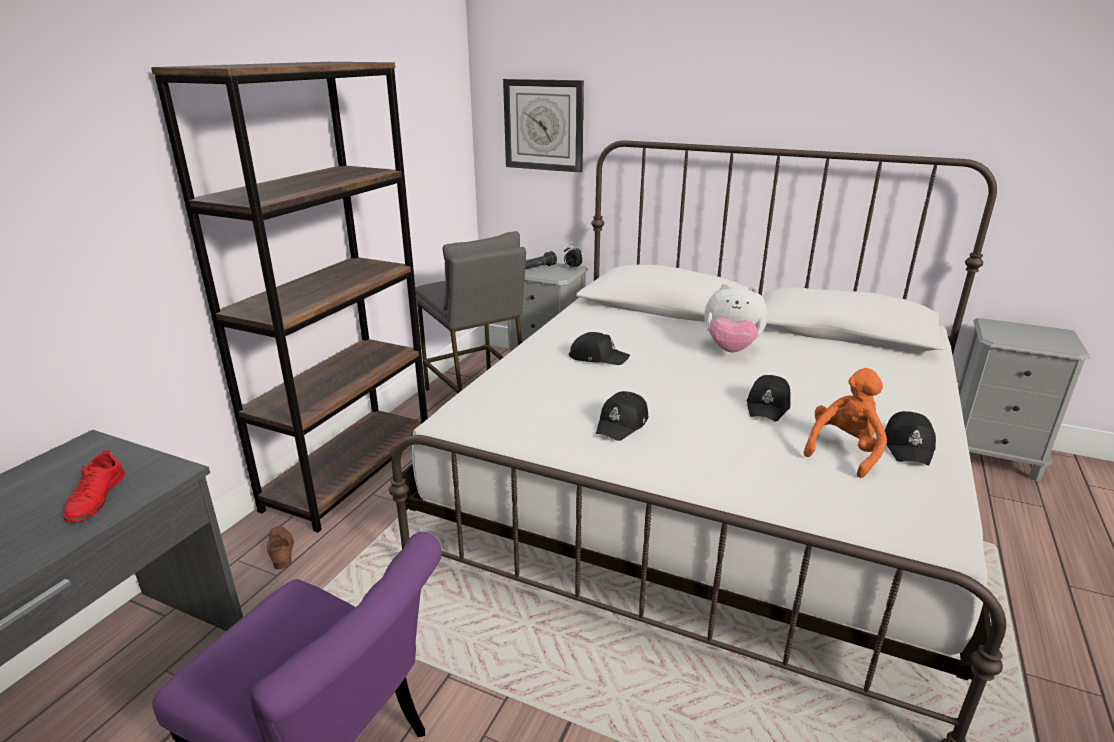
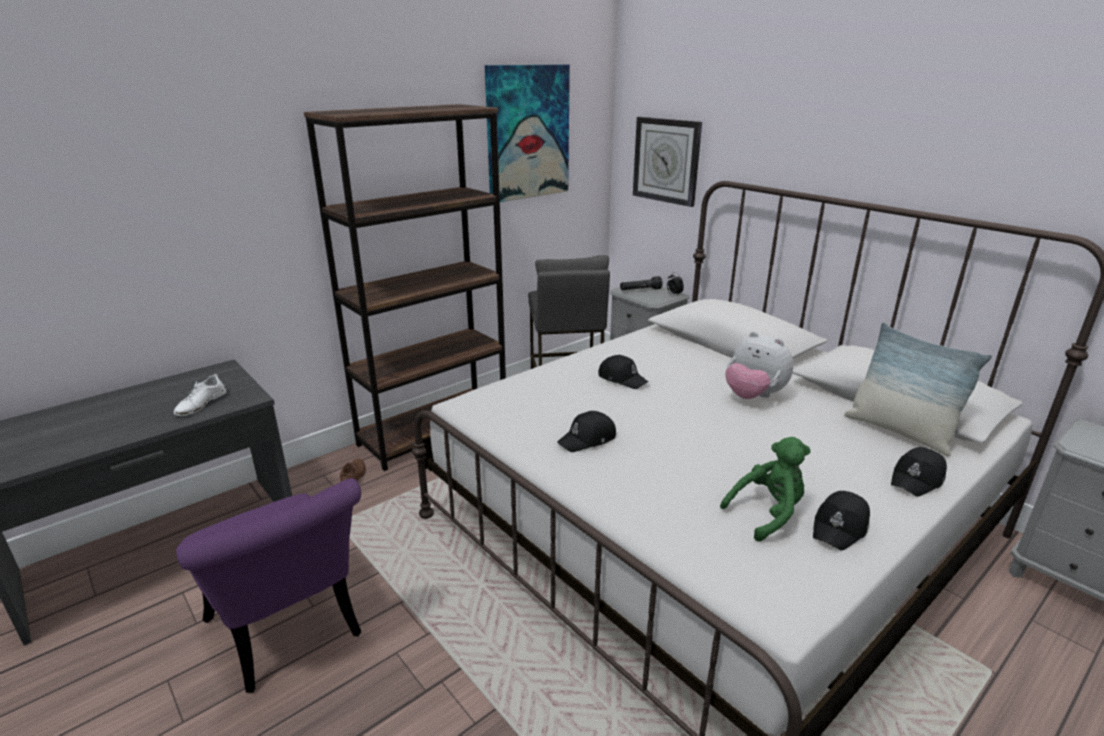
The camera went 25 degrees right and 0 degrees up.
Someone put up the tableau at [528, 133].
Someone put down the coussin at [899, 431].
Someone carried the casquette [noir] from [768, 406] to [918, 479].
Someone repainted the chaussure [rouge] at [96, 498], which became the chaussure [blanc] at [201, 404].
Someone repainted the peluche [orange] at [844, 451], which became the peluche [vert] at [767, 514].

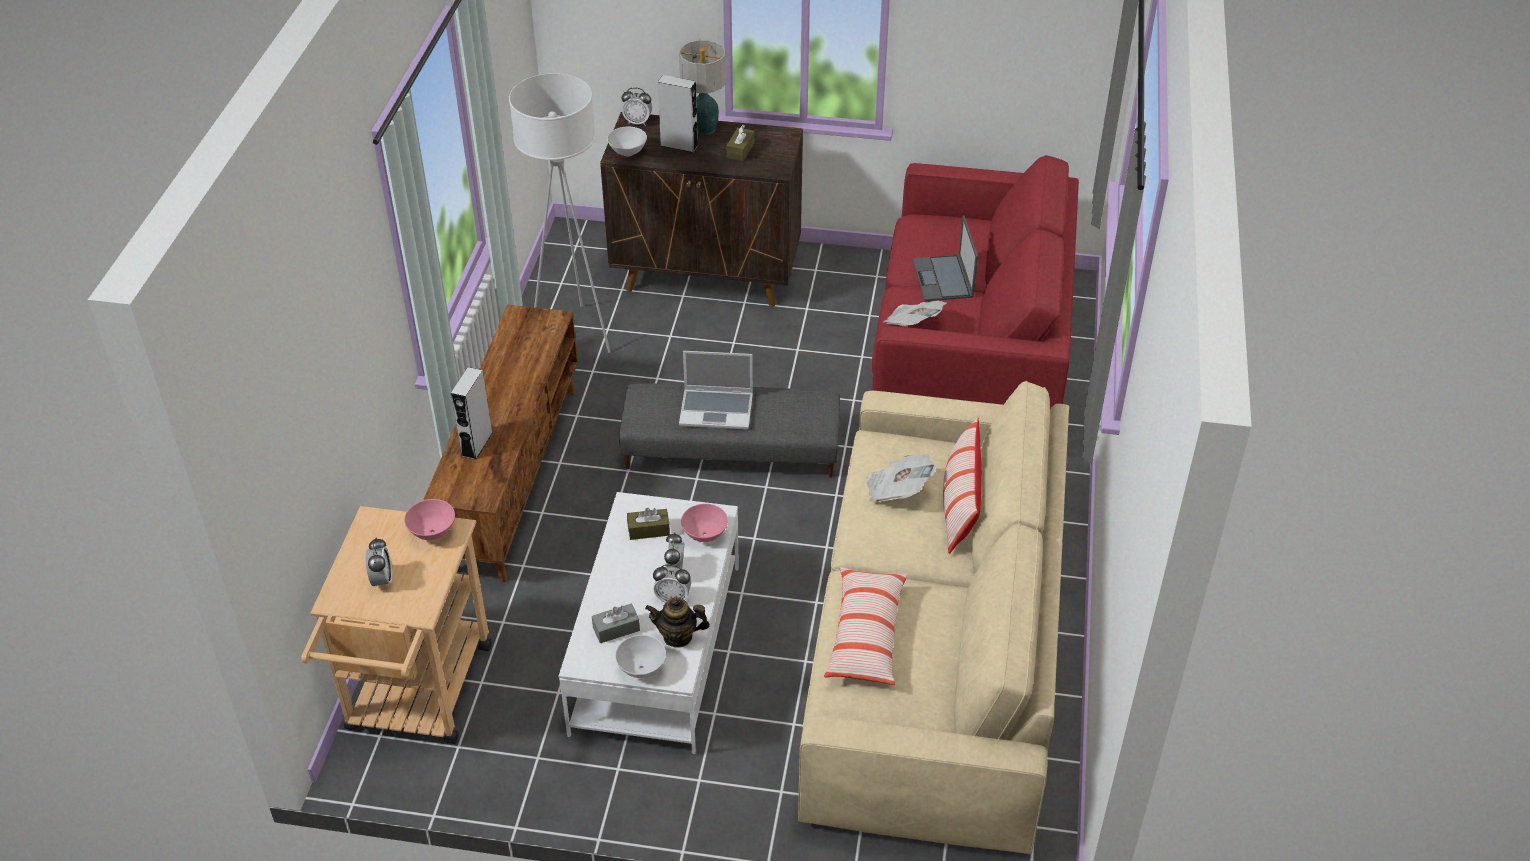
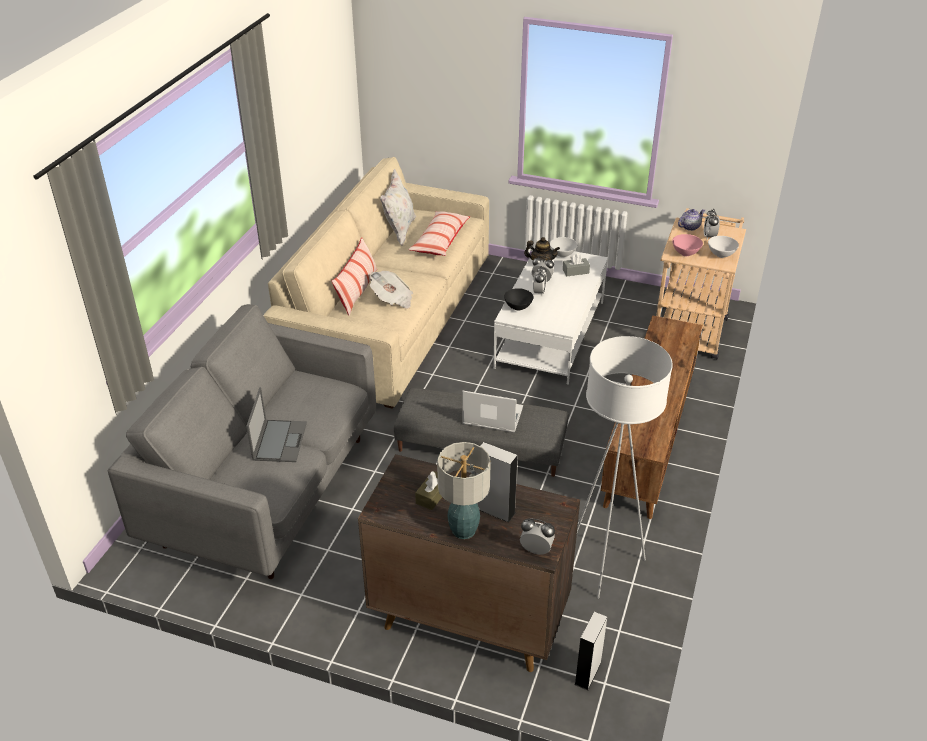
The camera went 170 degrees left and 5 degrees down.
Someone took away the boîte à mouchoirs [marron] at [648, 530].
Someone took away the journal at [913, 325].
Someone put down the coussin [blanc] at [399, 231].
Someone put down the théière at [690, 227].
Someone carried the enceinte [gris] from [476, 444] to [588, 673].
Someone carried the bol [blanc] from [628, 153] to [720, 255].
Someone repainted the bol [rose] at [705, 535], which became the bol [noir] at [517, 308].
Someone repainted the canapé [rouge] at [969, 363], which became the canapé [gris] at [266, 490].

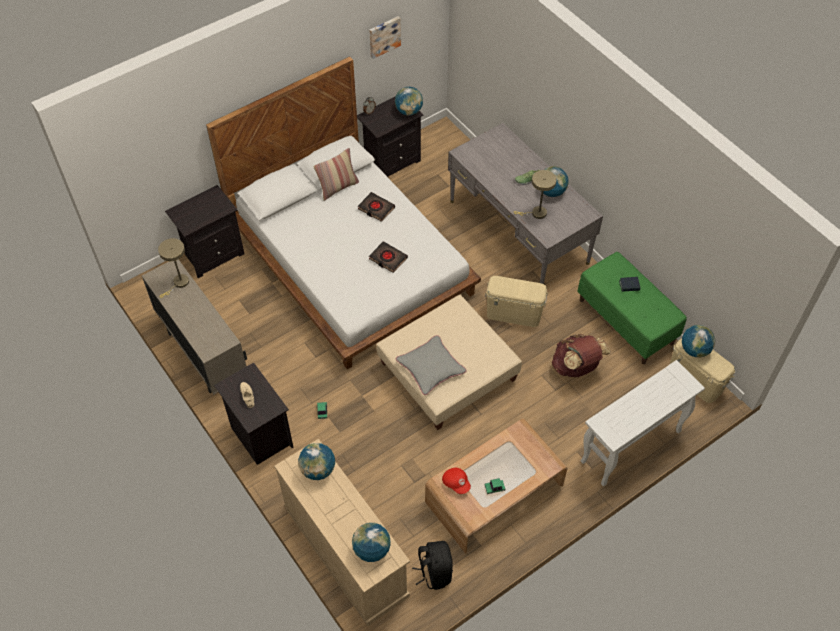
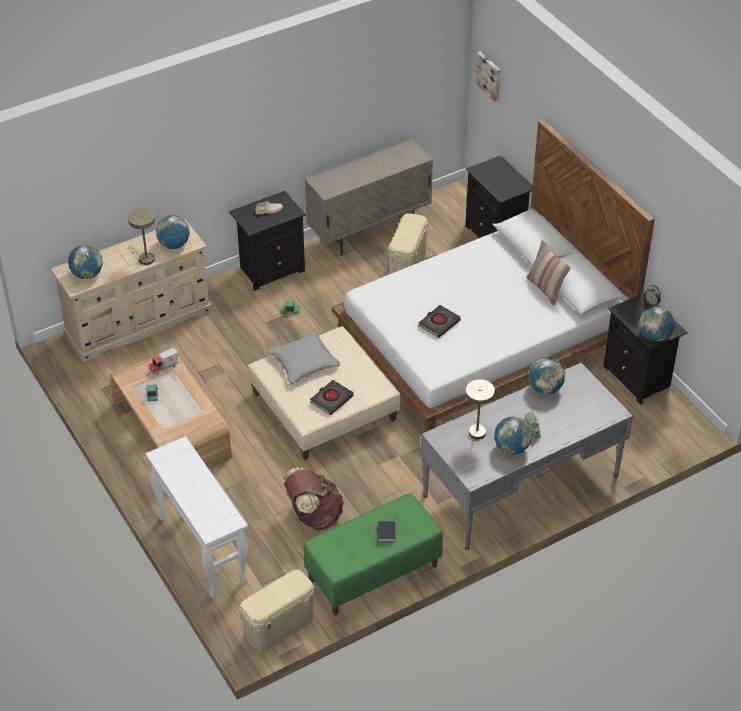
The camera went 95 degrees right and 10 degrees down.
Someone took away the sac à dos [noir] at [434, 572].
Someone carried the lampe de table [beige] from [179, 283] to [144, 258].
Someone carried the livre [noir] from [376, 208] to [331, 399].
Someone carried the tableau from [384, 36] to [489, 75].
Someone carried the boîte de rangement [beige] from [514, 313] to [407, 266].
Someone carried the globe from [694, 350] to [545, 388].
Someone swapped the casquette [rouge] at [456, 483] for the camion jouet at [164, 368].

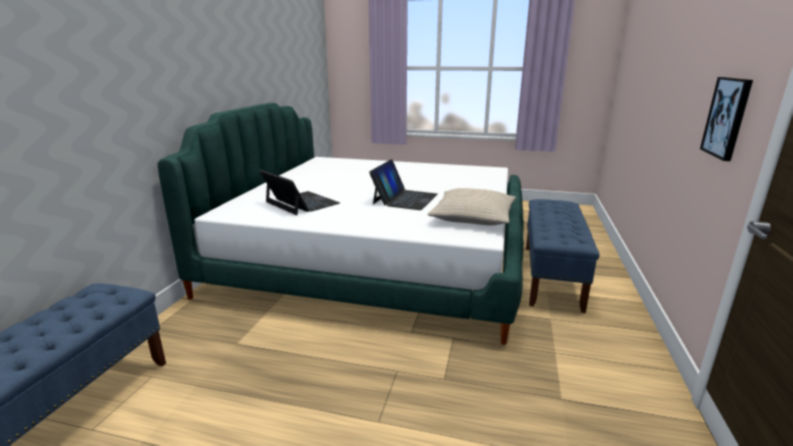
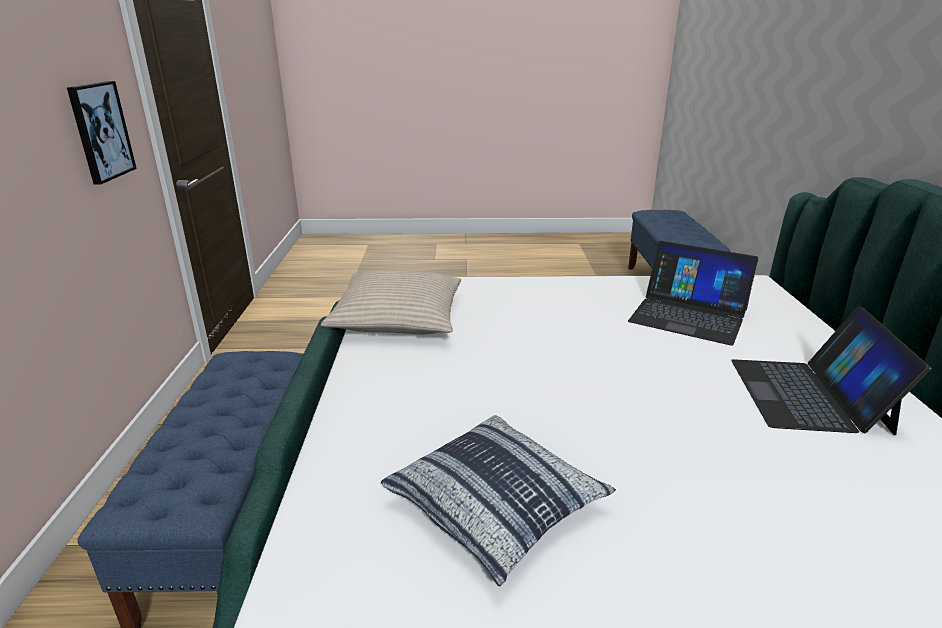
The camera went 165 degrees right and 5 degrees up.
Someone put down the coussin at [496, 505].
Someone carried the ordinateur portable from [404, 199] to [808, 395].

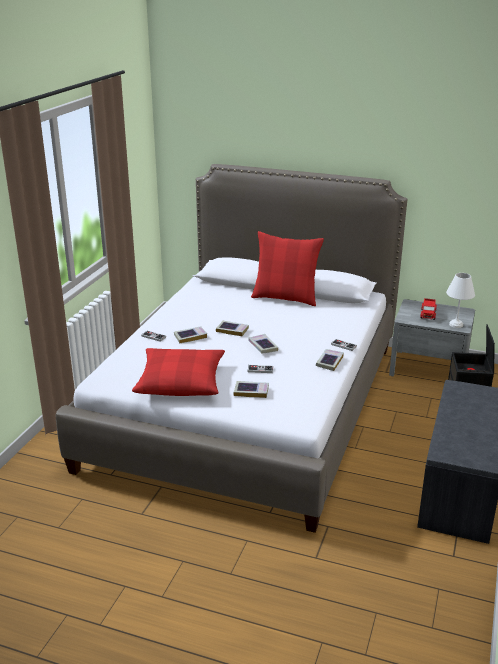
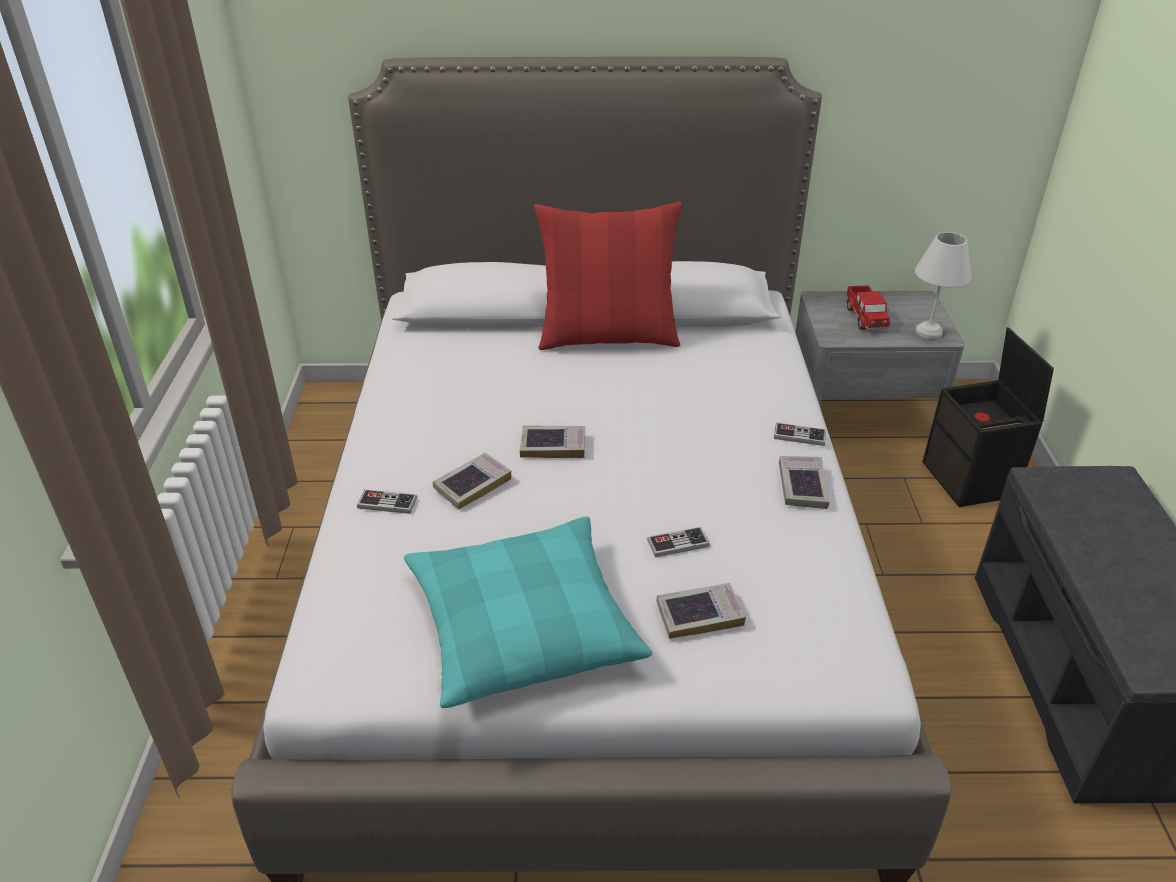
The camera went 20 degrees left and 10 degrees up.
Someone took away the livre at [263, 346].
Someone repainted the coussin [rouge] at [181, 381], which became the coussin [turquoise] at [523, 625].

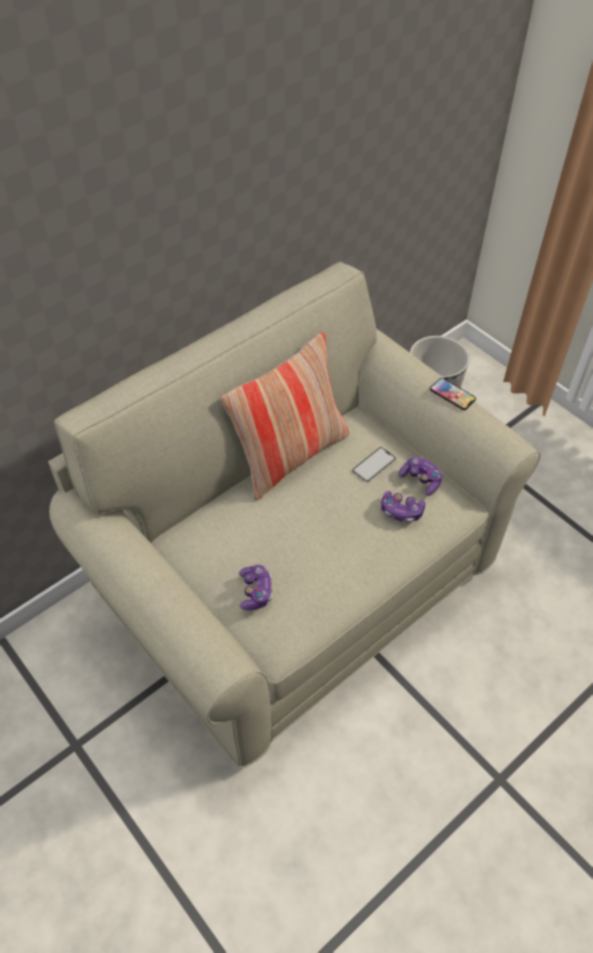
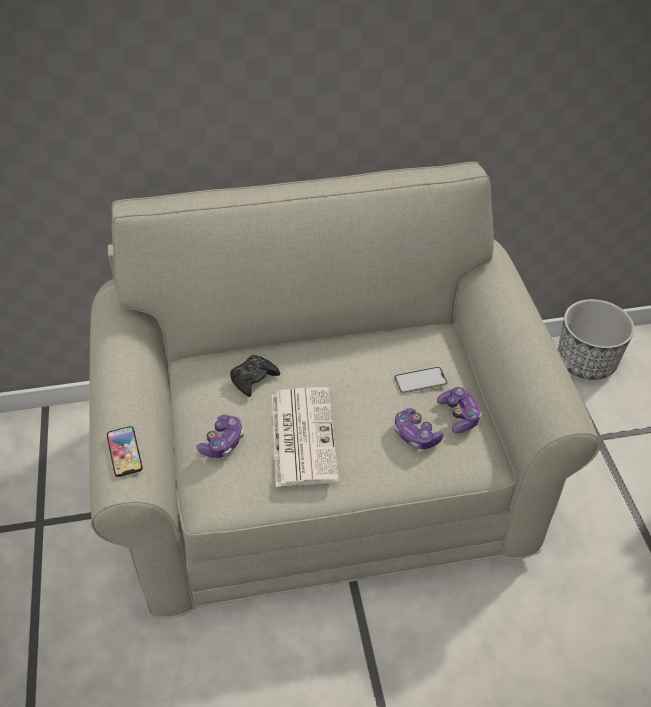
The camera went 30 degrees right and 5 degrees down.
Someone took away the coussin at [290, 456].
Someone put down the manette [noir] at [253, 378].
Someone put down the journal at [302, 435].
Someone carried the téléphone from [452, 394] to [124, 452].

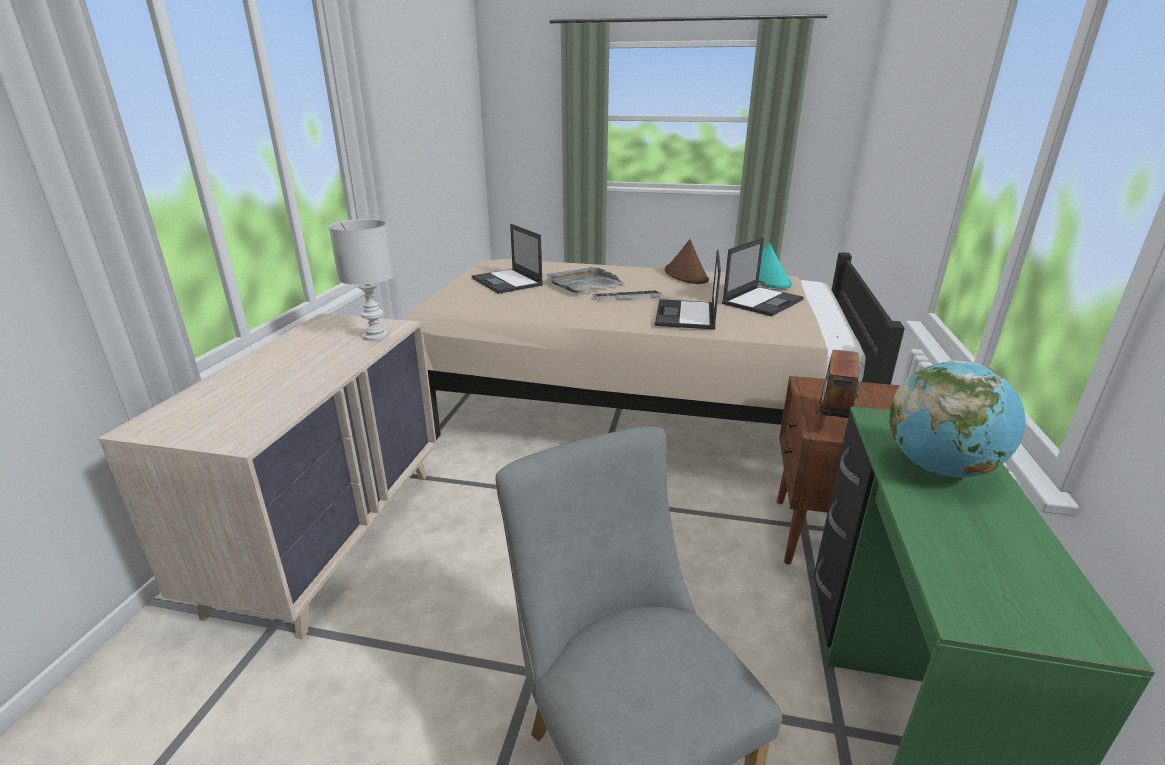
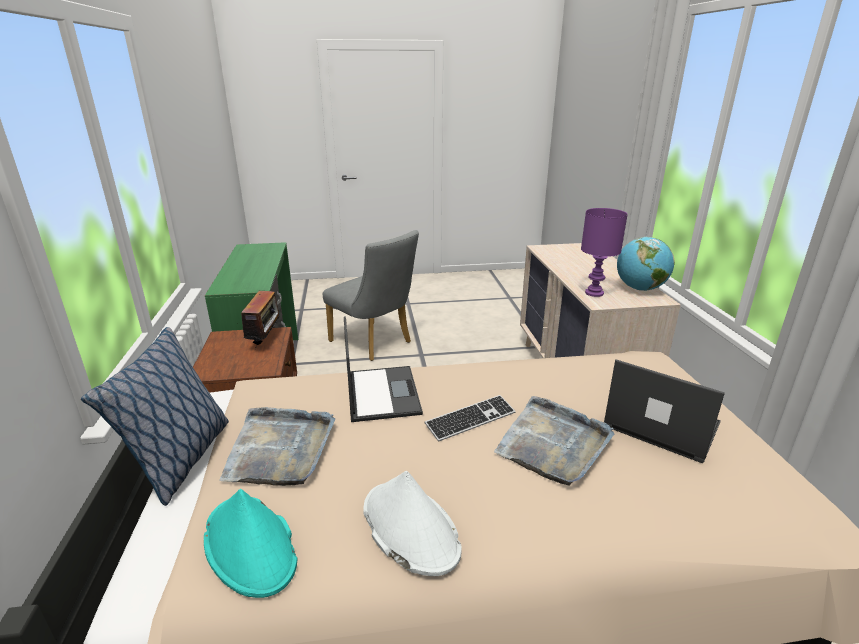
The camera went 160 degrees right and 0 degrees up.
Someone put down the coussin at [181, 460].
Someone carried the globe from [939, 468] to [639, 289].
Someone swapped the ordinateur portable at [763, 301] for the plateau [gris] at [280, 448].
Someone repainted the lampe de table [blanc] at [374, 336], which became the lampe de table [violet] at [594, 293].
Someone repainted the chapeau [marron] at [686, 275], which became the chapeau [blanc] at [409, 528].

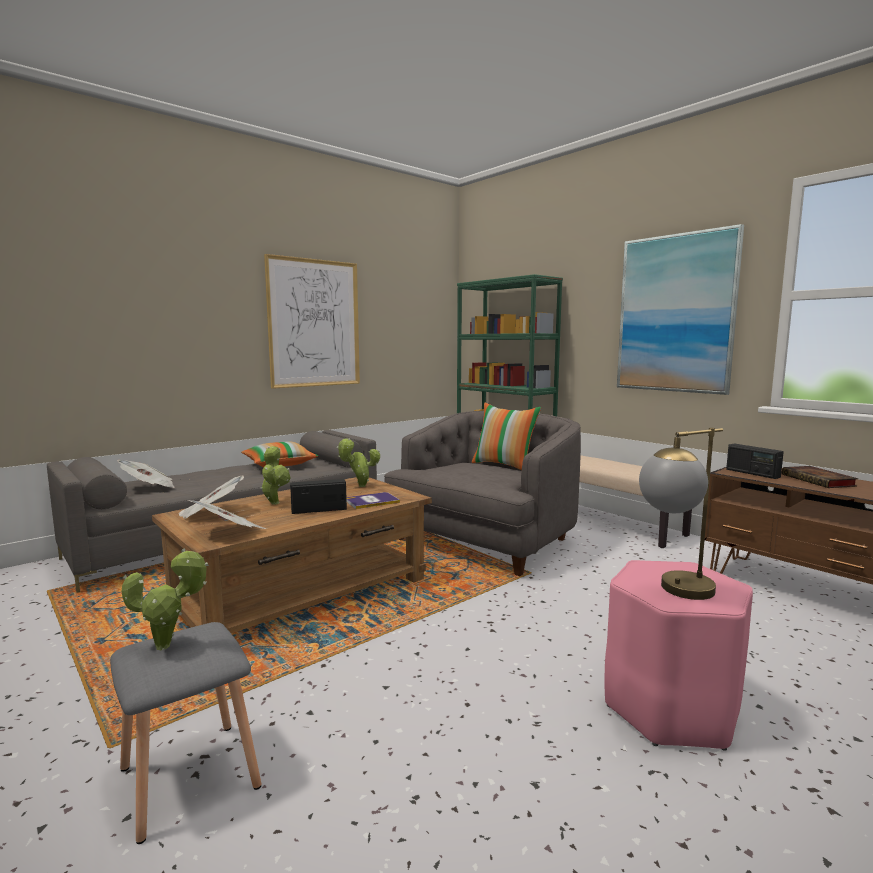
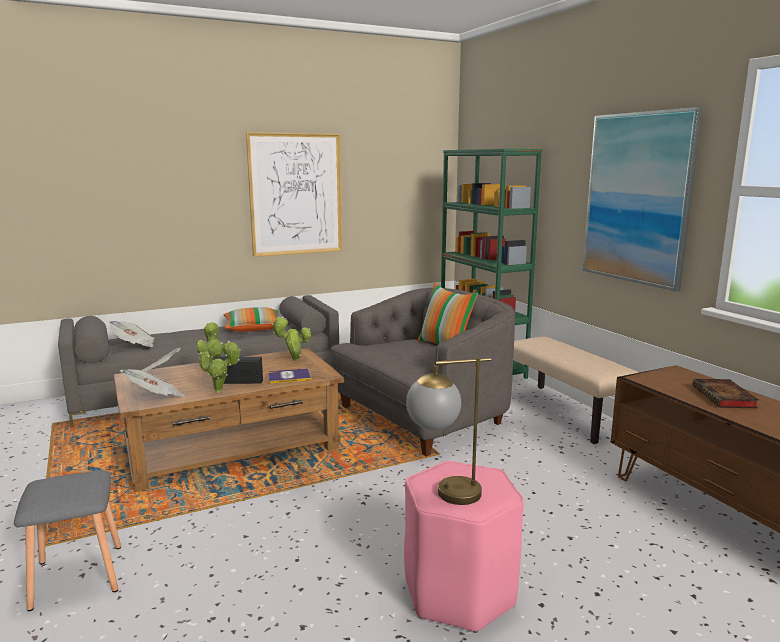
The camera went 15 degrees right and 5 degrees up.
Someone took away the radio at [752, 473].
Someone carried the plante en pot from [168, 646] to [221, 391].

